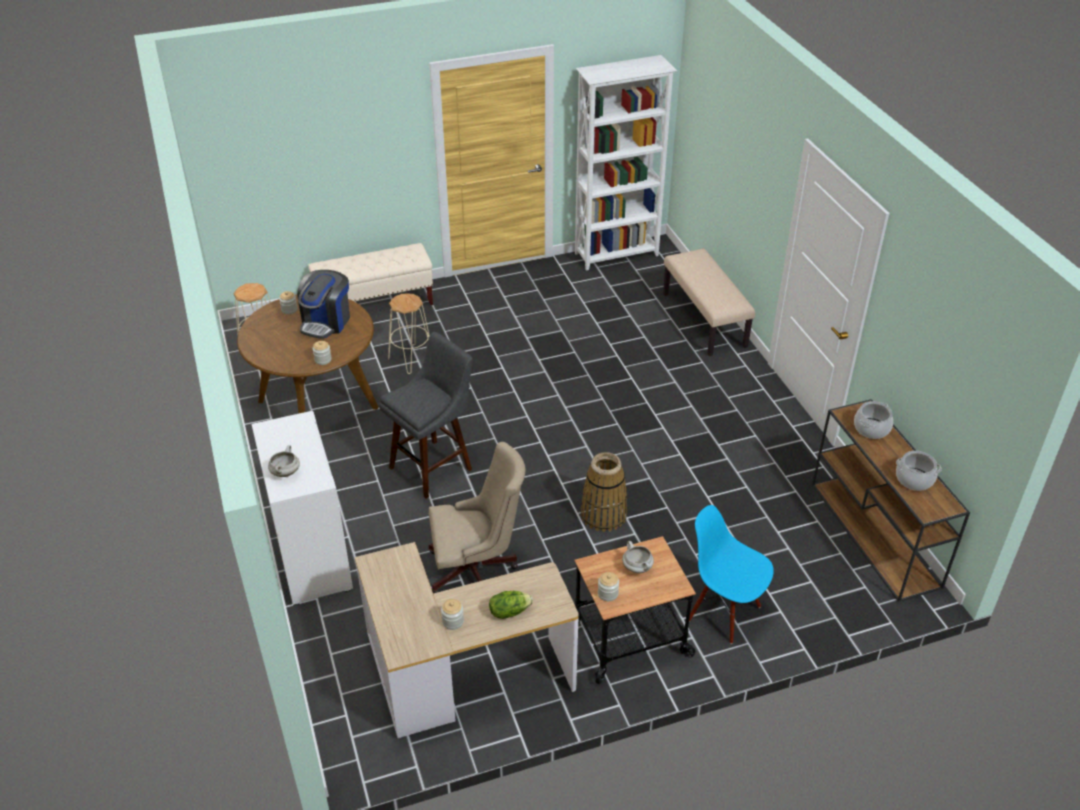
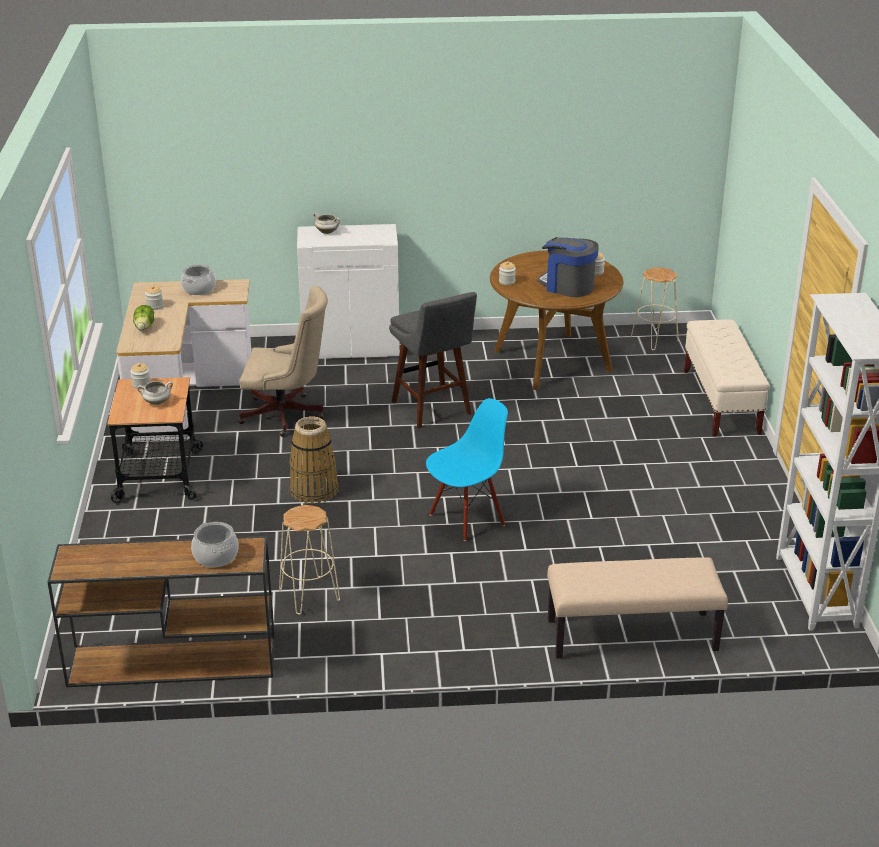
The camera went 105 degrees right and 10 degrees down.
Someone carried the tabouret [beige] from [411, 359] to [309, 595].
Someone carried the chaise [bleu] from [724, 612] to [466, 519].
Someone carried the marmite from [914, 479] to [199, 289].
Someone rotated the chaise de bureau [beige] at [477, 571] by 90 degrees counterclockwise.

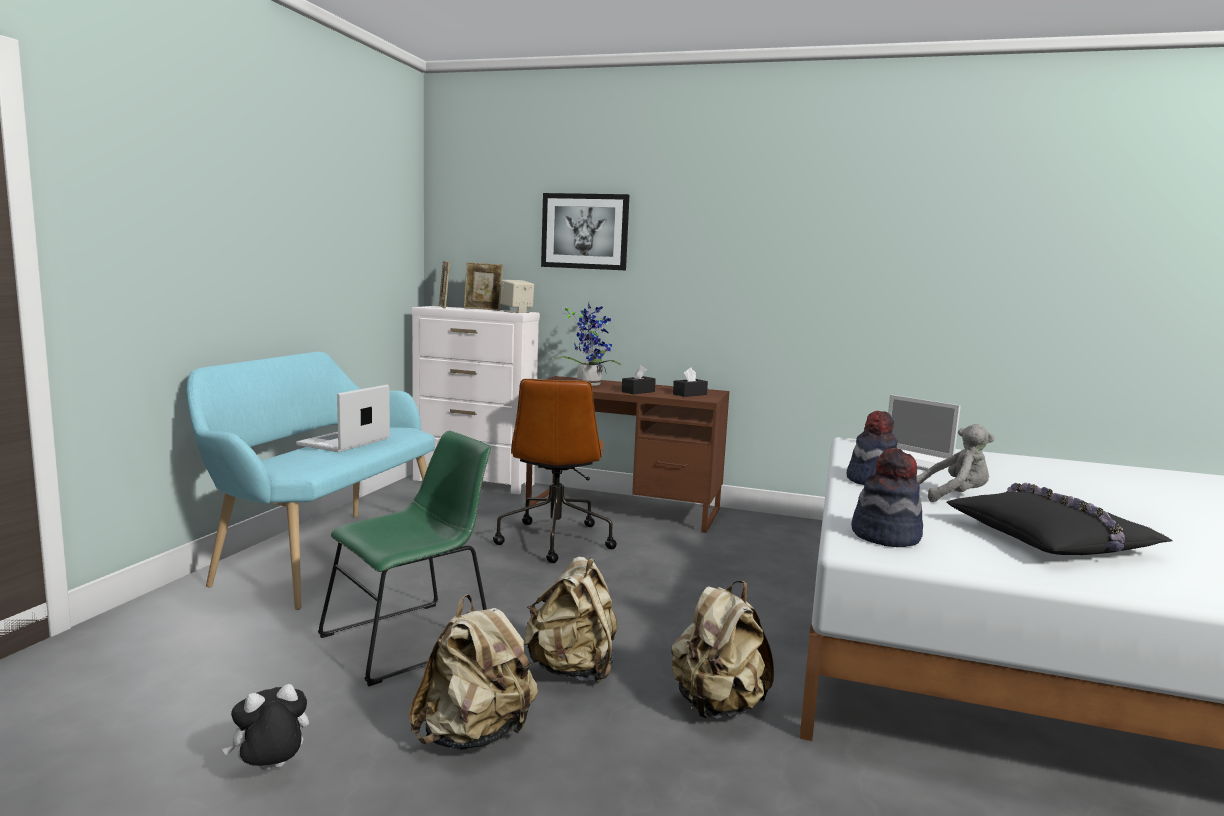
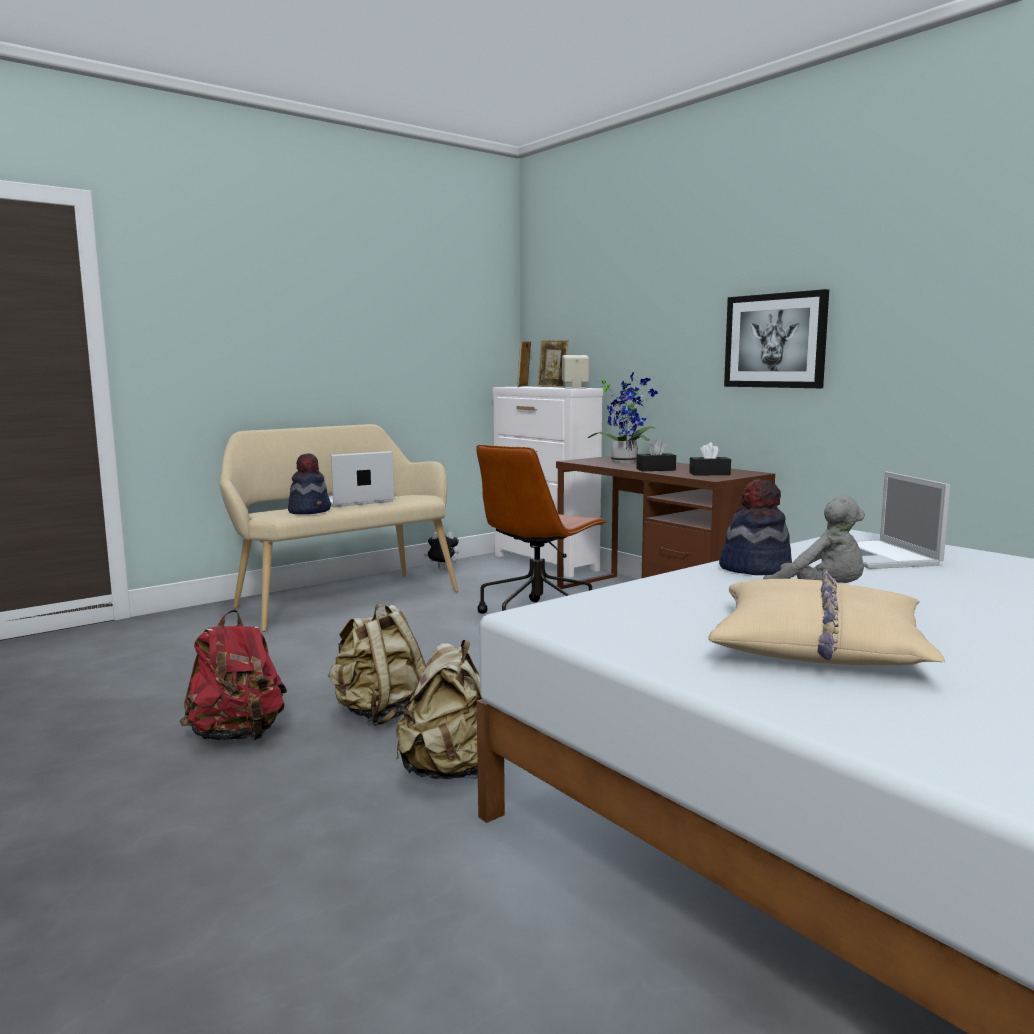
The camera went 35 degrees right and 0 degrees up.
Someone took away the chaise [vert] at [413, 639].
Someone carried the peluche from [270, 770] to [442, 569].
Someone carried the tableau from [585, 231] to [775, 341].
Someone carried the chapeau from [885, 536] to [310, 511].
Someone repainted the banc [turquoise] at [324, 552], which became the banc [beige] at [341, 598].
Someone repainted the sac à dos [beige] at [474, 735], which became the sac à dos [rouge] at [238, 736].
Someone repainted the coussin [noir] at [1052, 539], which became the coussin [beige] at [819, 645].

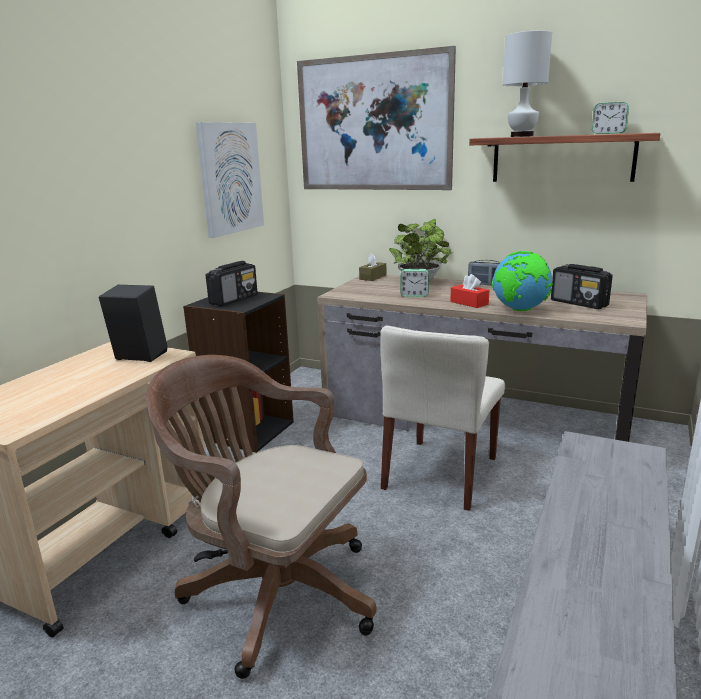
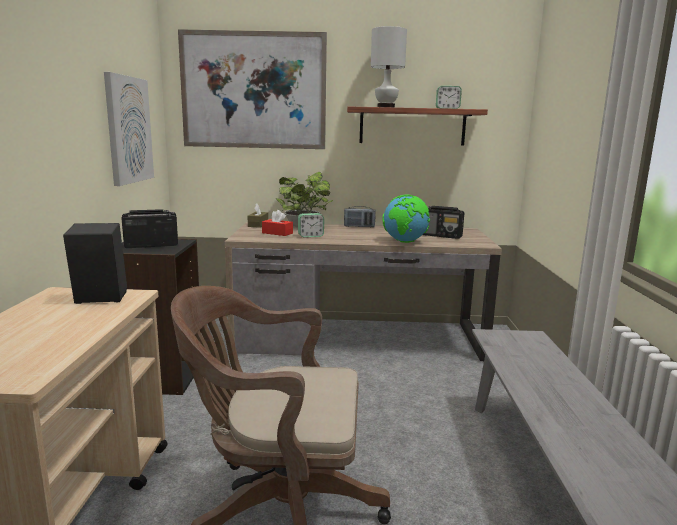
The camera went 25 degrees left and 5 degrees down.
Someone took away the chaise [beige] at [441, 473].
Someone carried the boîte à mouchoirs [rouge] from [469, 303] to [277, 233].
Someone rotated the radio at [234, 300] by 120 degrees counterclockwise.

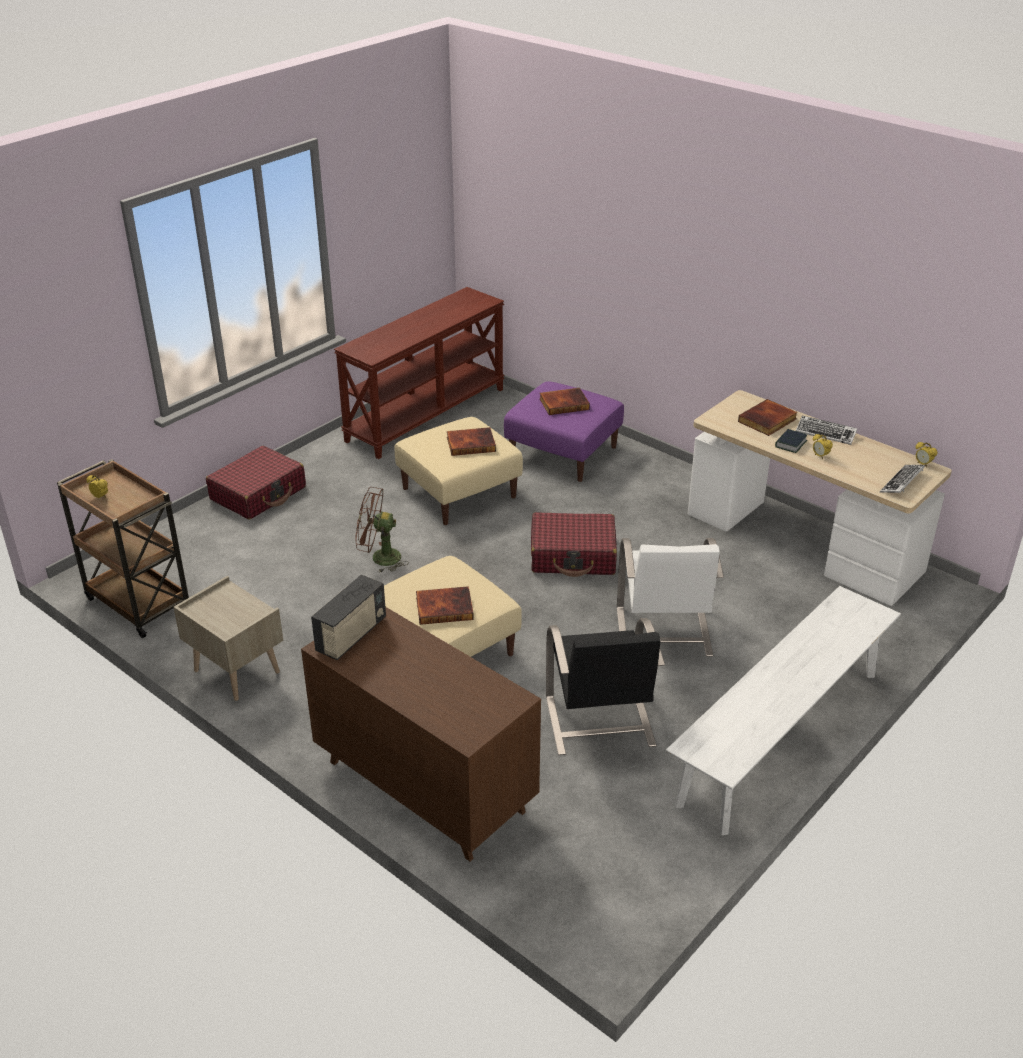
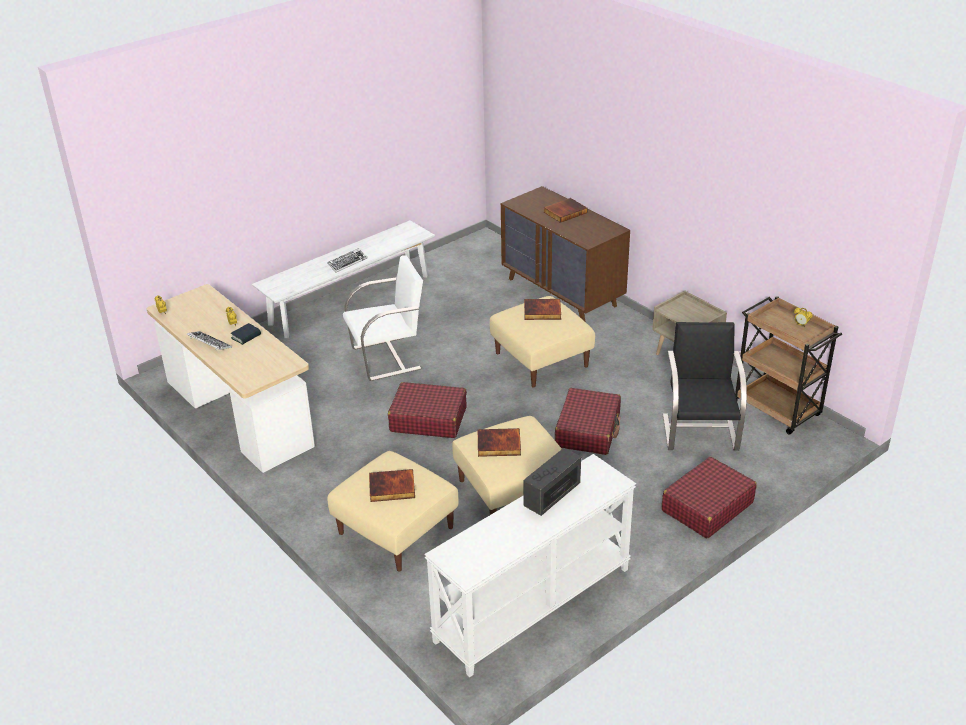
The camera went 170 degrees left and 0 degrees up.
Someone carried the radio from [351, 636] to [551, 495].
Someone carried the chaise [noir] from [599, 723] to [700, 431].
Someone carried the livre from [768, 421] to [565, 212].
Someone carried the clavier from [902, 483] to [347, 262].
Someone swapped the ventilateur [marron] at [379, 558] for the valise [rouge] at [588, 430].
Someone repainted the table console [marron] at [425, 414], which became the table console [blanc] at [533, 606].
Someone repainted the pouf [violet] at [564, 453], which became the pouf [beige] at [395, 530].
Someone rotated the chaise [blanc] at [663, 633] by 60 degrees clockwise.

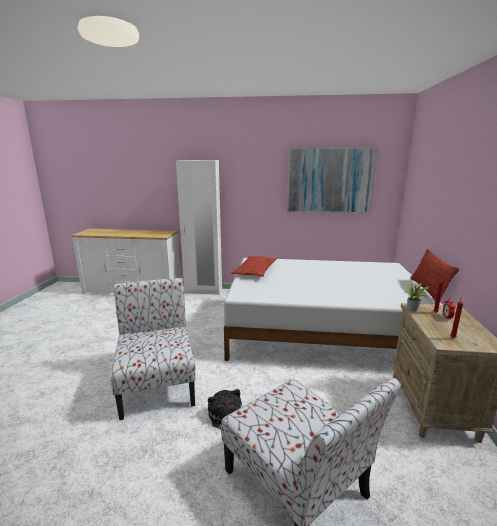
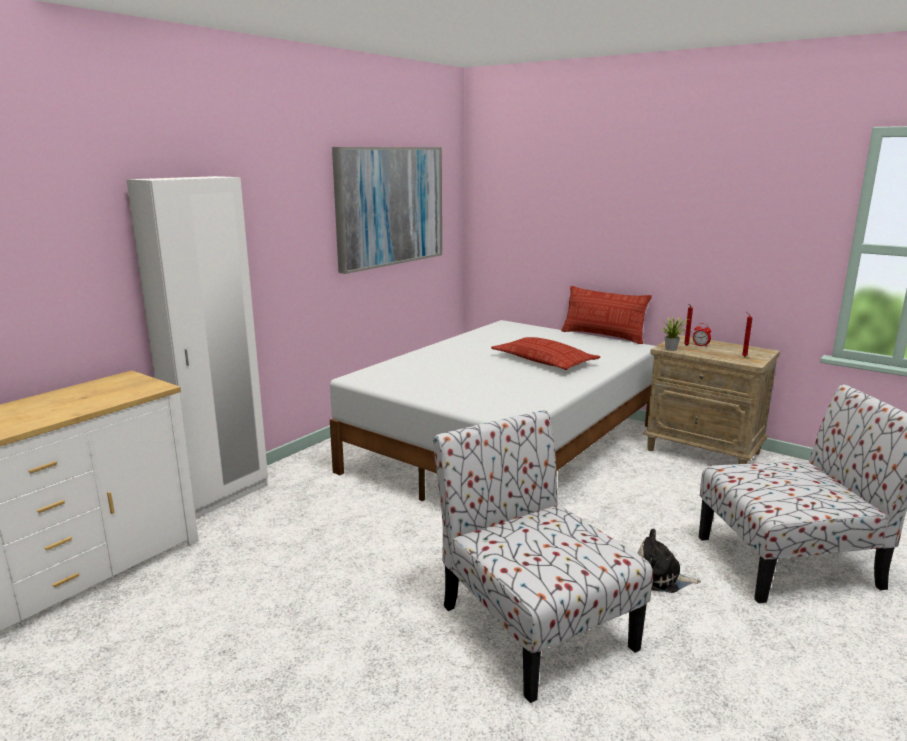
The camera went 60 degrees left and 0 degrees up.
Someone carried the coussin from [255, 270] to [544, 360].
Someone rotated the chaise at [157, 383] by 45 degrees clockwise.

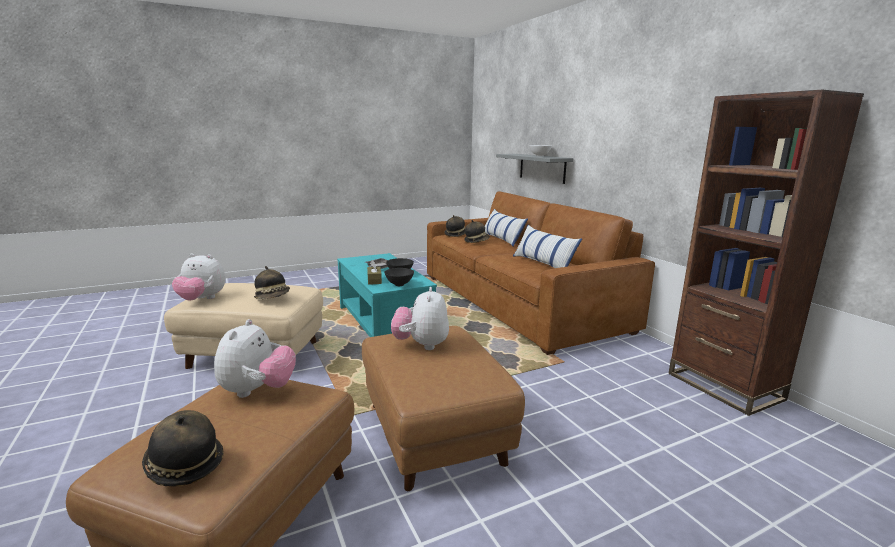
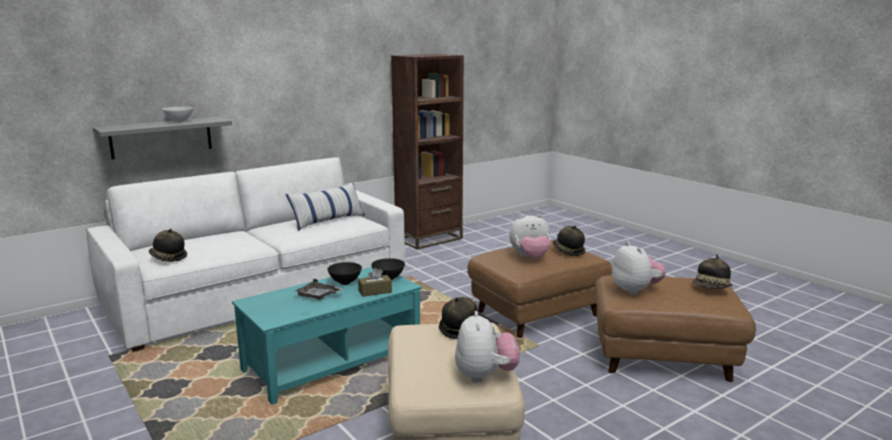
The camera went 100 degrees left and 0 degrees up.
Someone took away the coussin at [502, 239].
Someone carried the chapeau from [476, 241] to [568, 251].
Someone repainted the canapé [marron] at [518, 302], which became the canapé [blanc] at [259, 293].
Someone rotated the peluche at [258, 391] by 75 degrees clockwise.

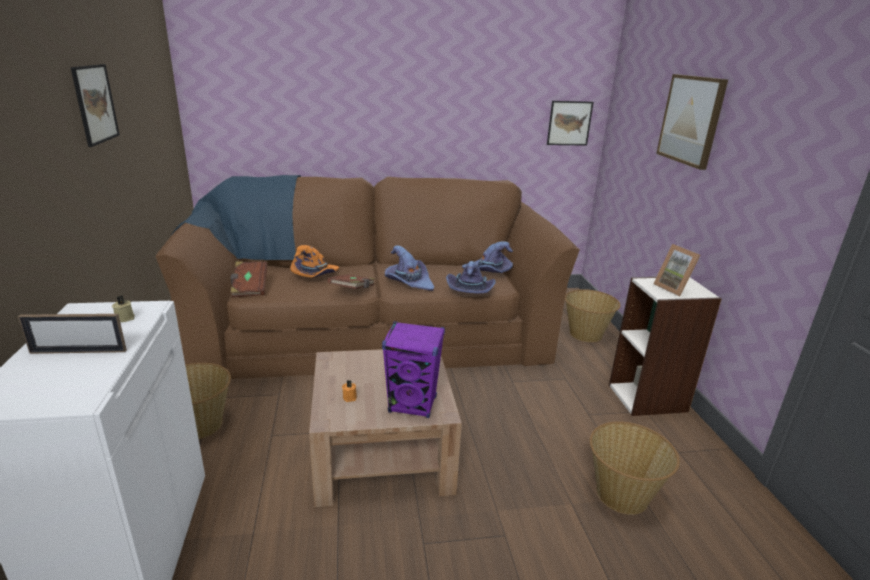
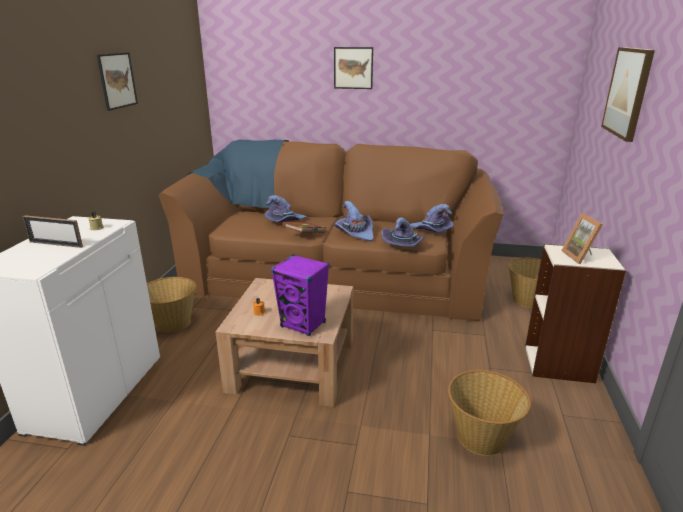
The camera went 20 degrees right and 0 degrees up.
Someone took away the livre [marron] at [249, 288].
Someone carried the tableau from [569, 123] to [353, 68].
Someone repainted the chapeau [orange] at [315, 275], which became the chapeau [violet] at [284, 221].

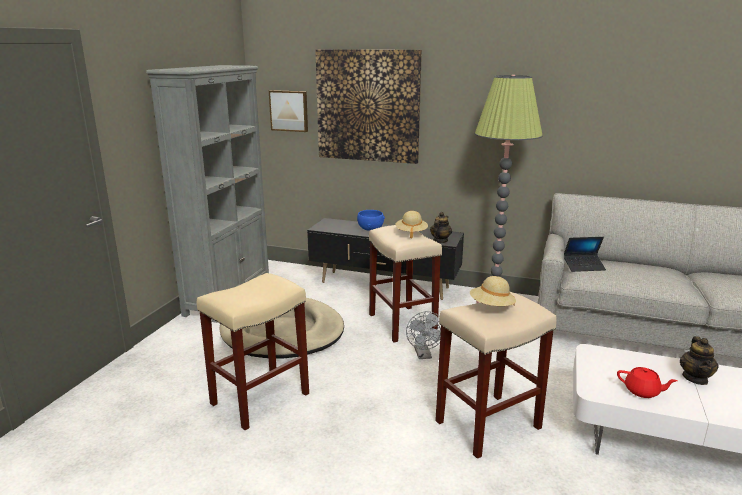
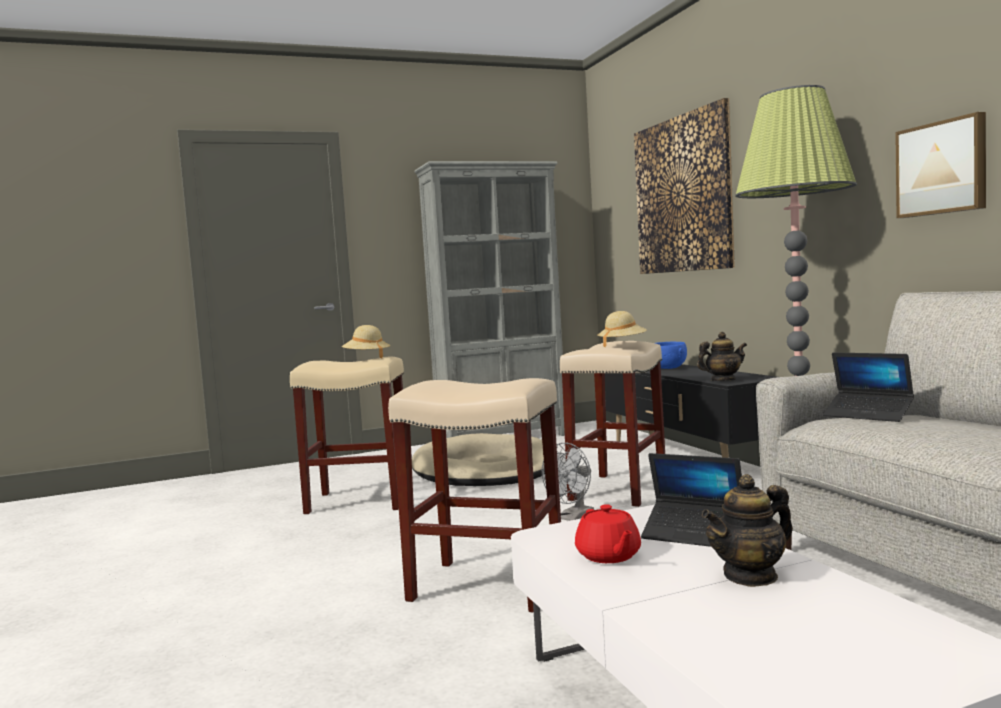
The camera went 50 degrees right and 15 degrees down.
Someone put down the ordinateur portable at [694, 534].
Someone carried the tableau from [289, 110] to [942, 168].
Someone carried the chapeau [beige] from [491, 307] to [367, 358].

